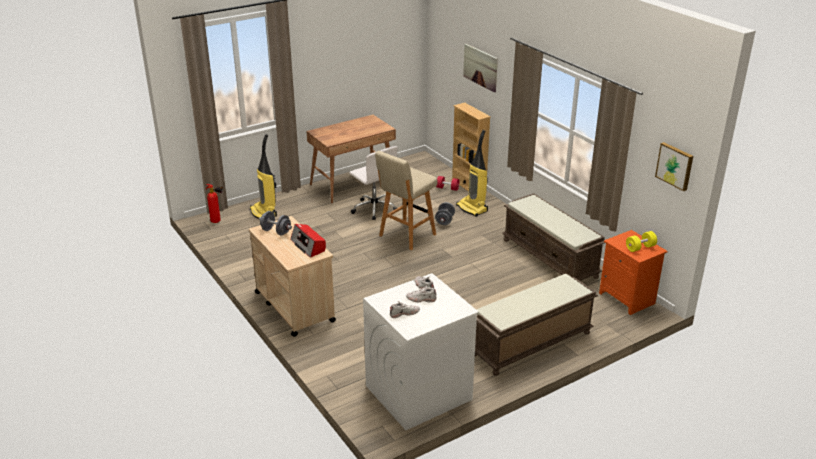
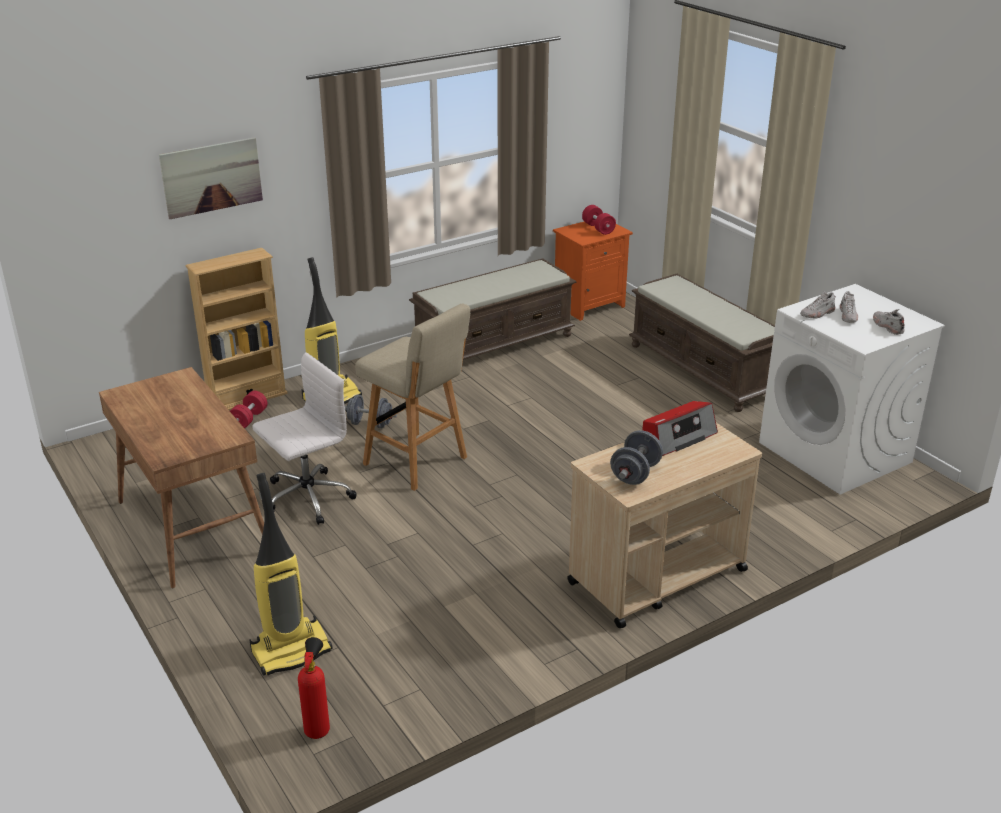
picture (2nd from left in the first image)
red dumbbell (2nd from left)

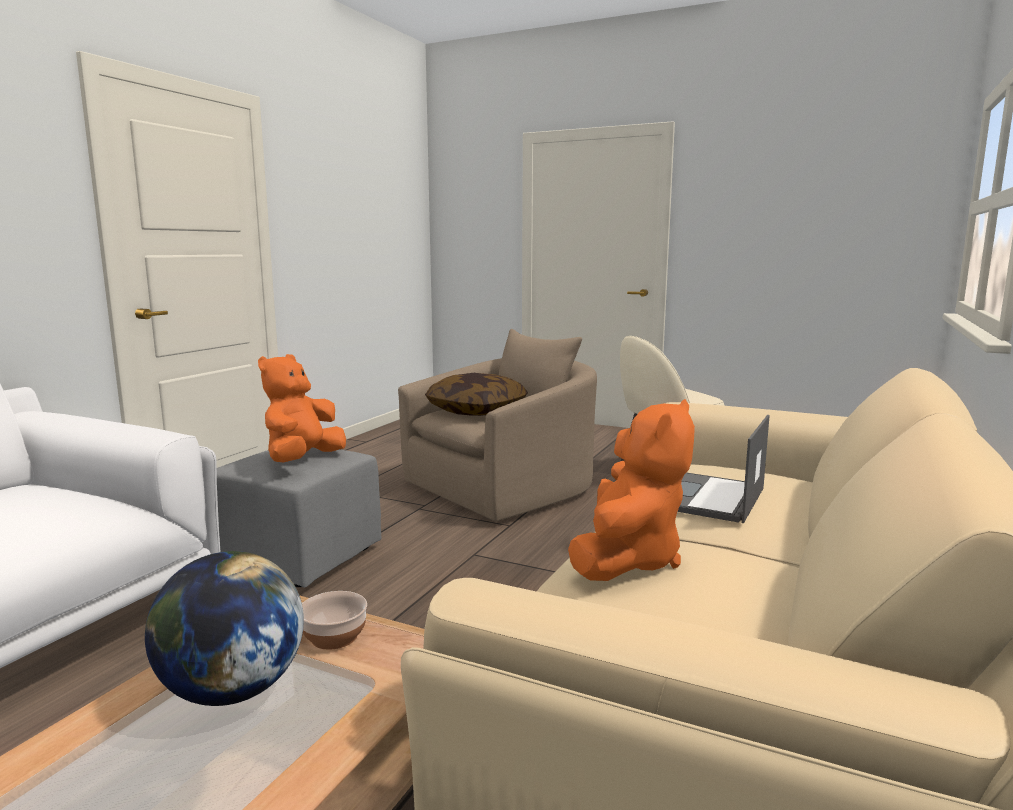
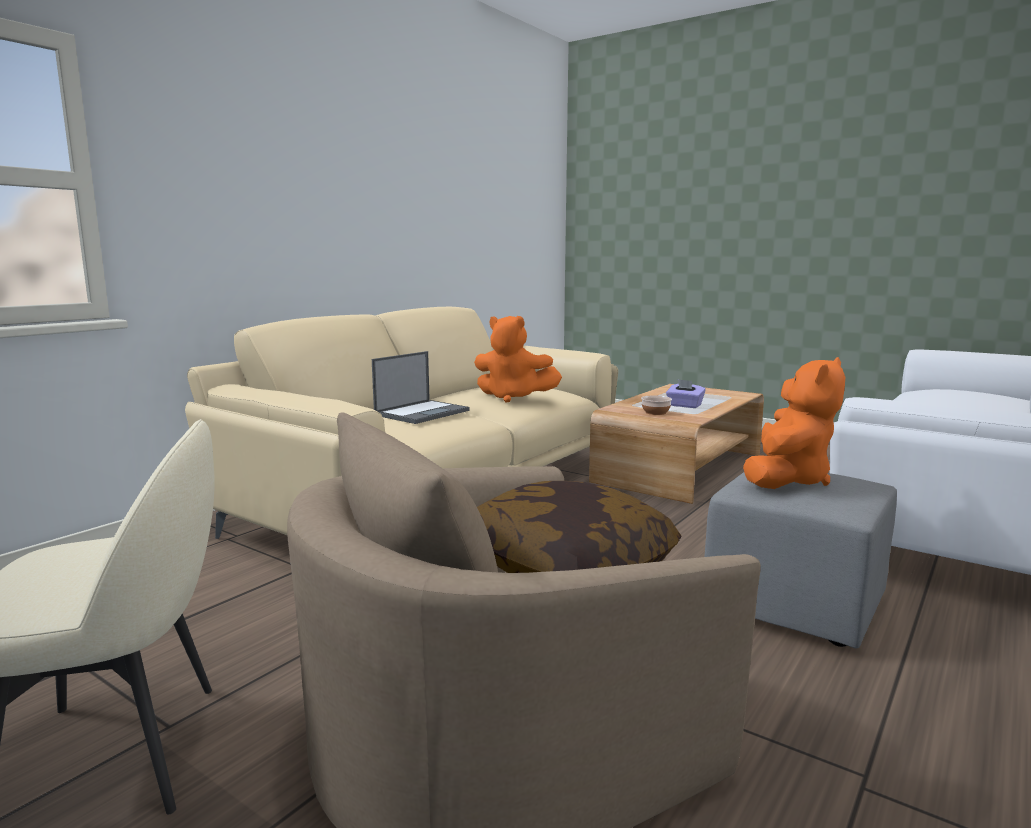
orange plush toy (1st from left)
purple tissue box

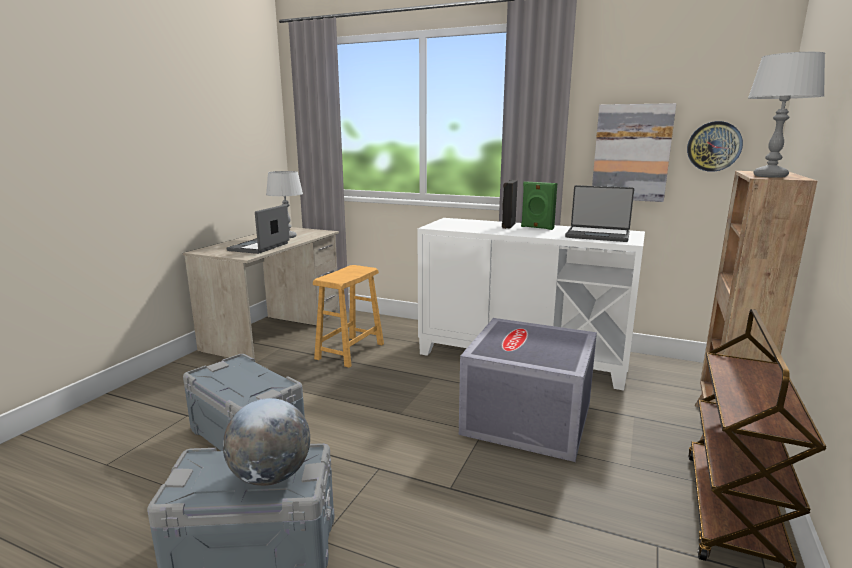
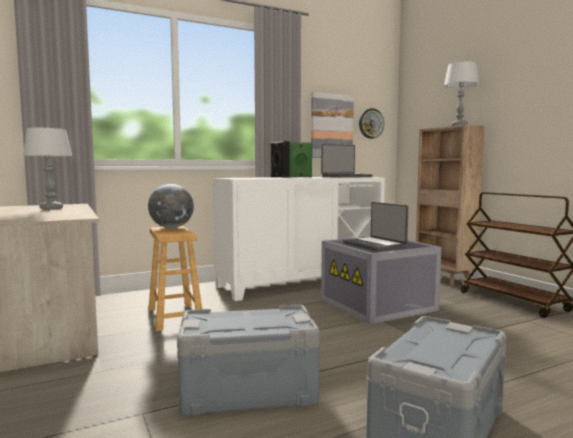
laptop (2nd from left)
globe

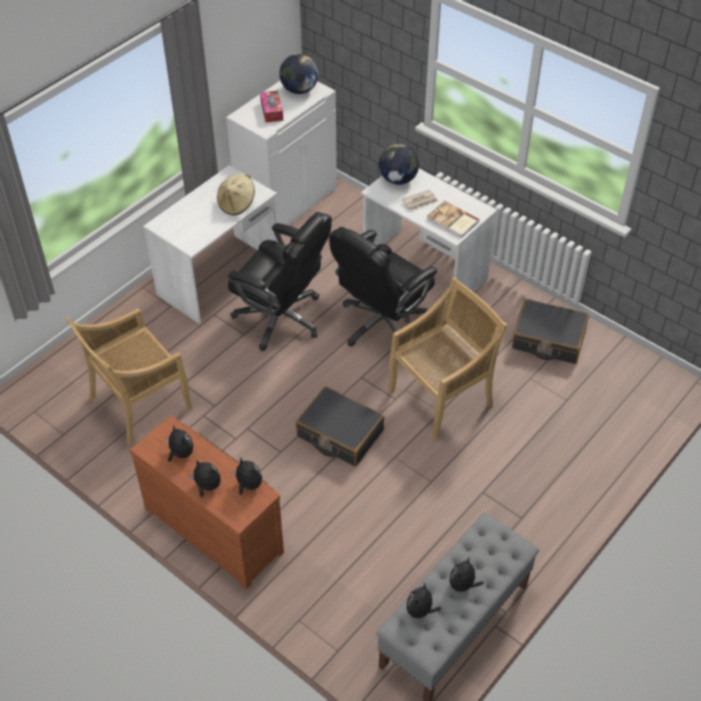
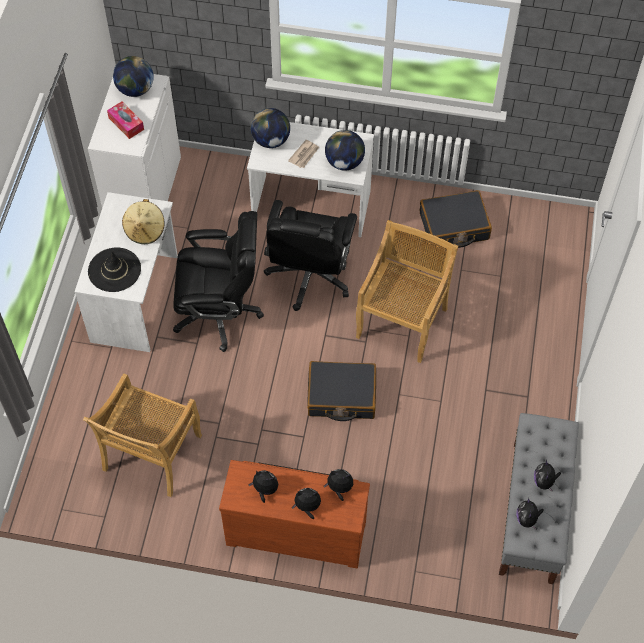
globe (3rd from left)
black hat

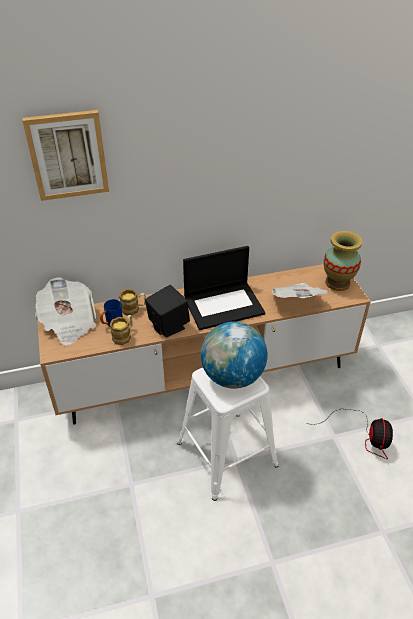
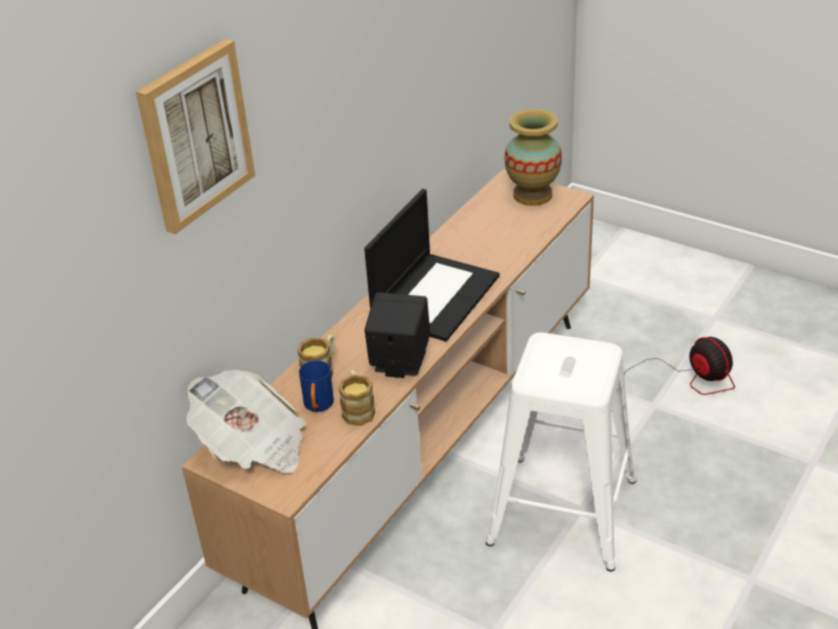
newspaper (2nd from left in the first image)
globe

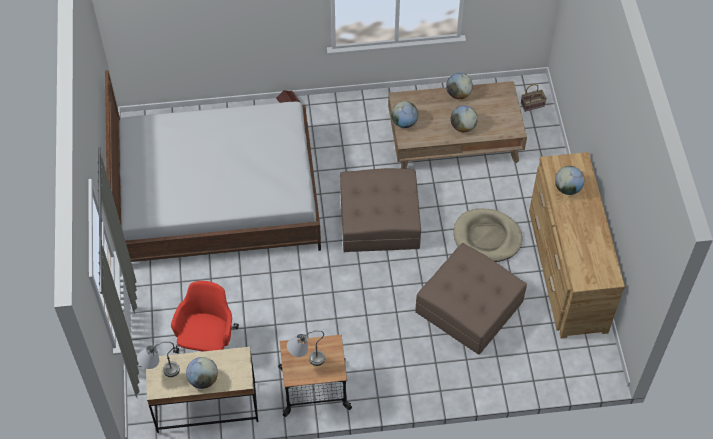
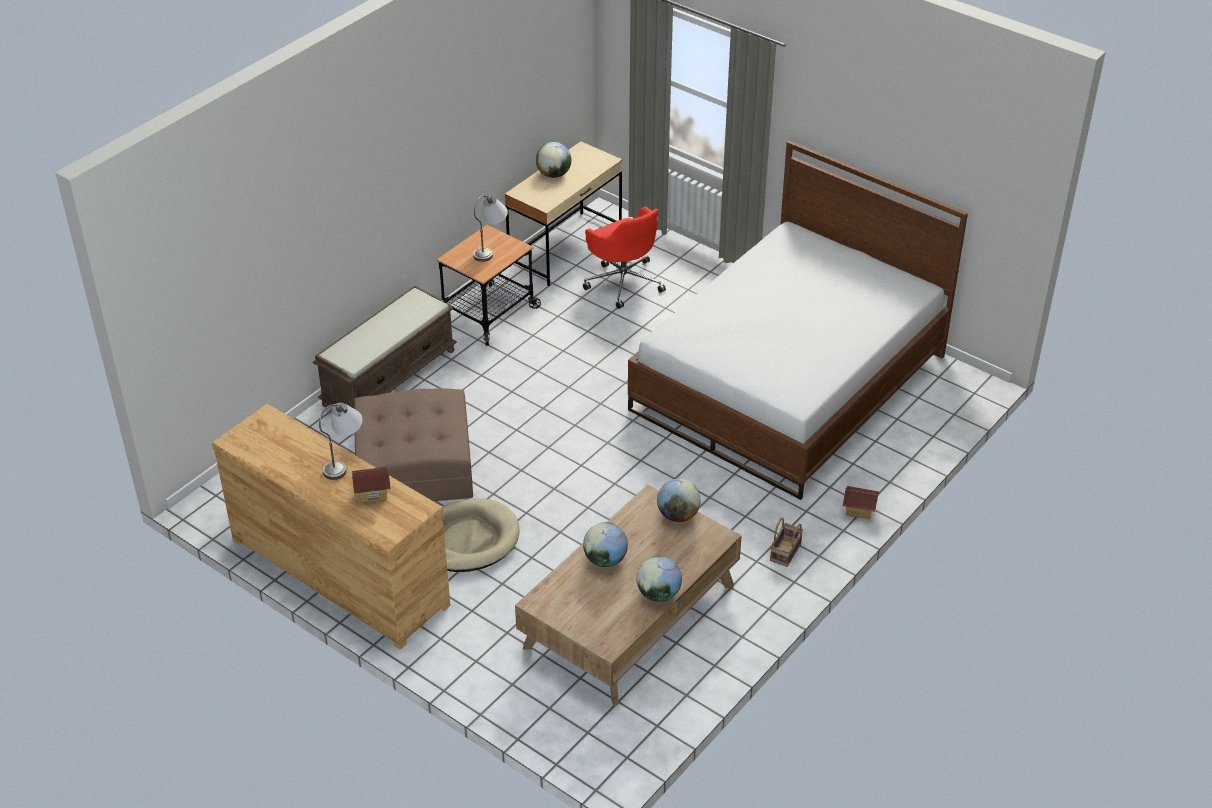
basket
toy house (1st from left)
brown ottoman (1st from left in the first image)
grey table lamp (1st from left)
brown bench

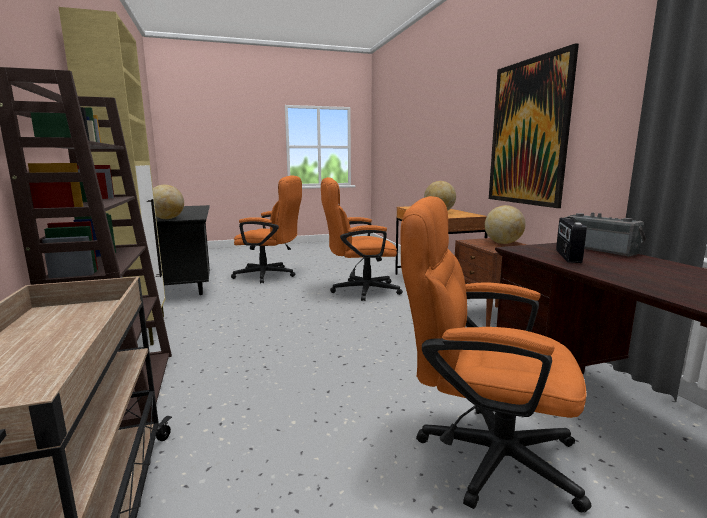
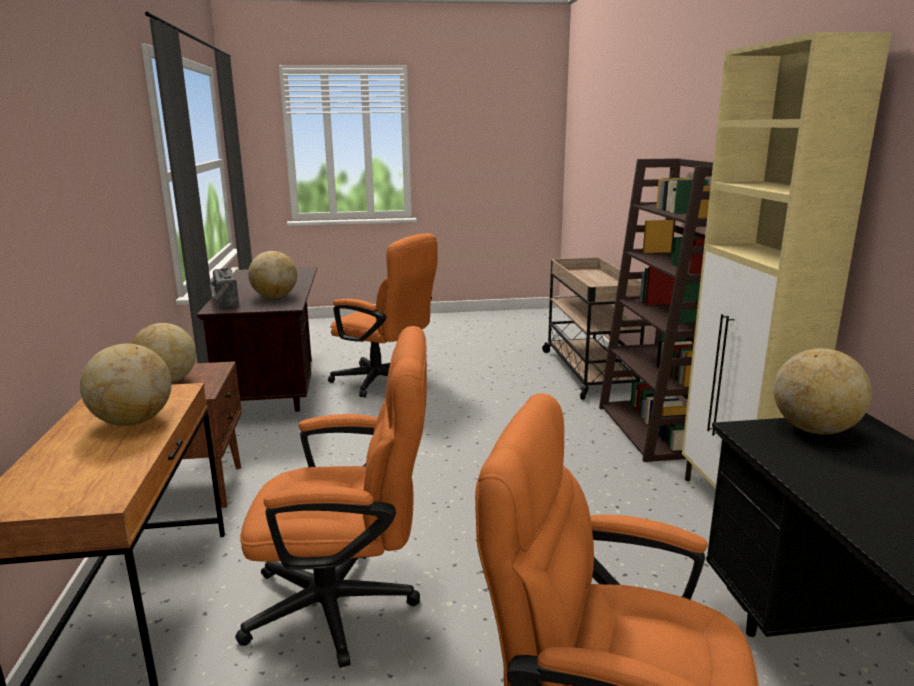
picture
globe (3rd from left)

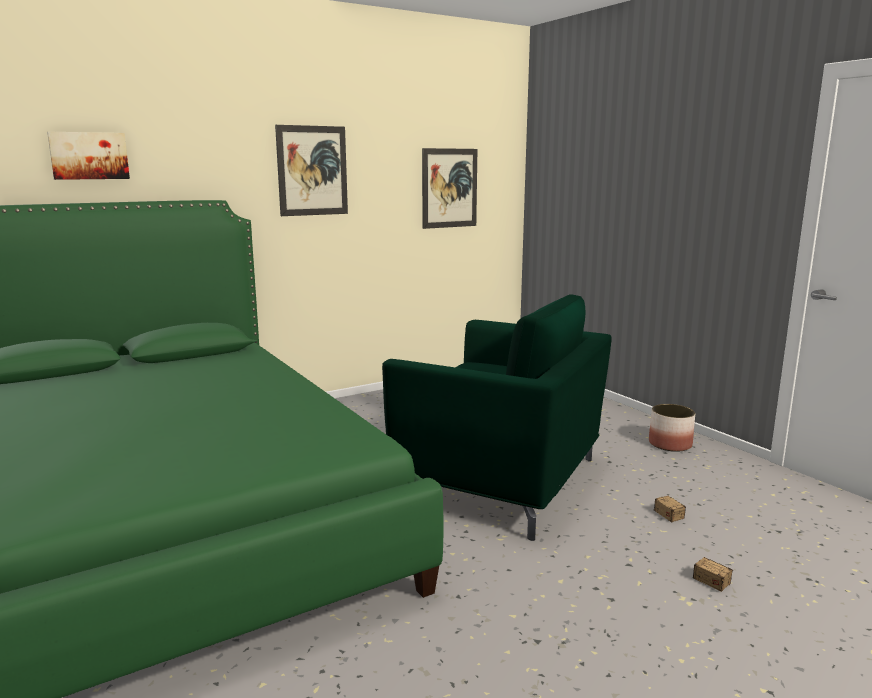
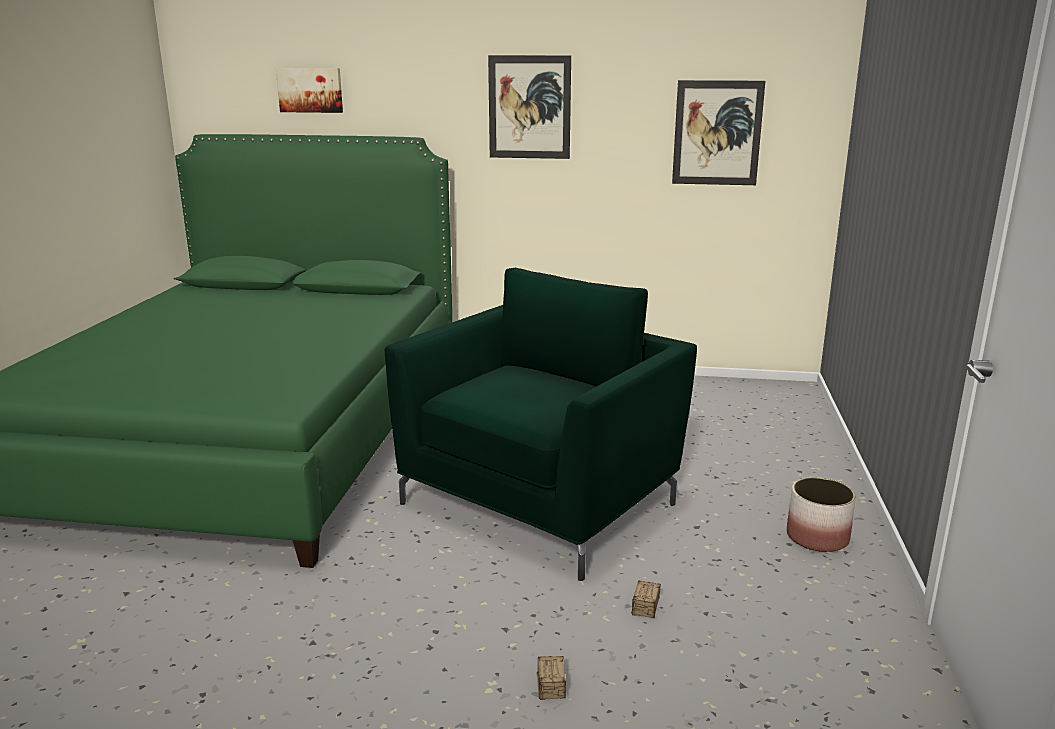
green armchair

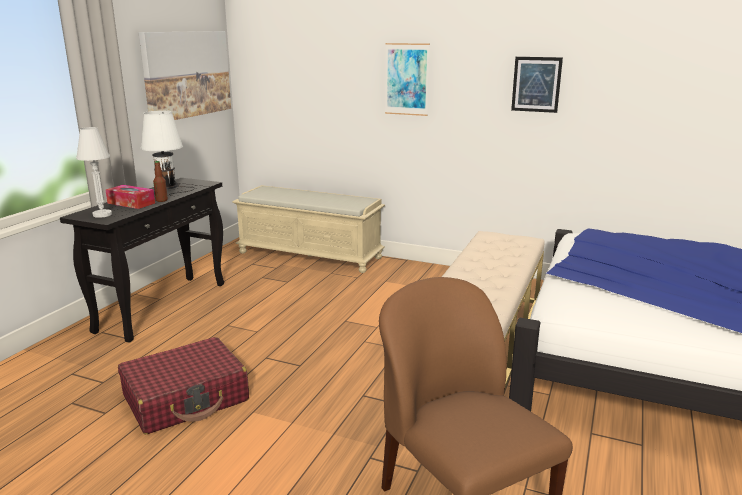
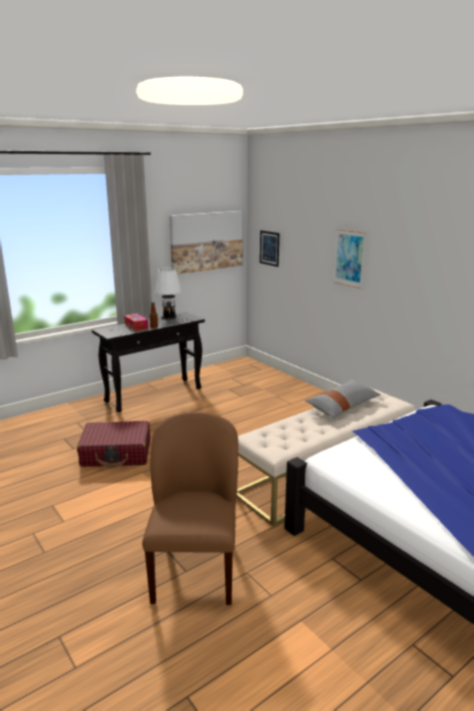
picture (2nd from left)
white table lamp (1st from left in the first image)
beige bench (1st from left in the first image)
grey pillow

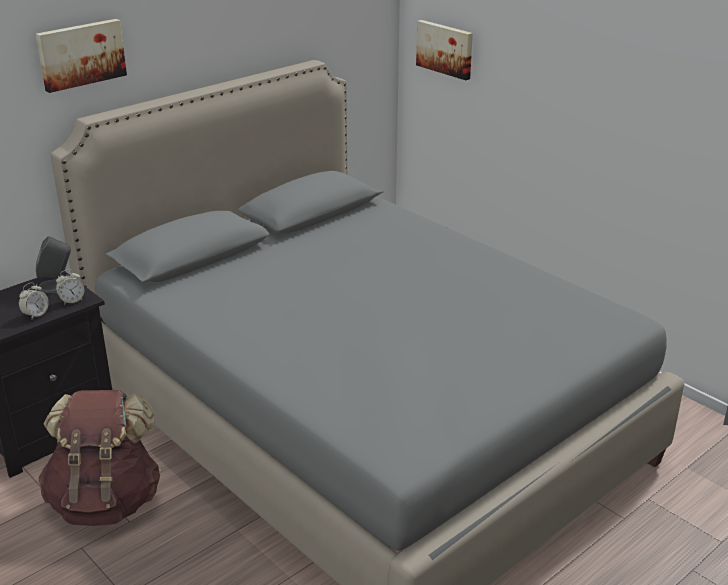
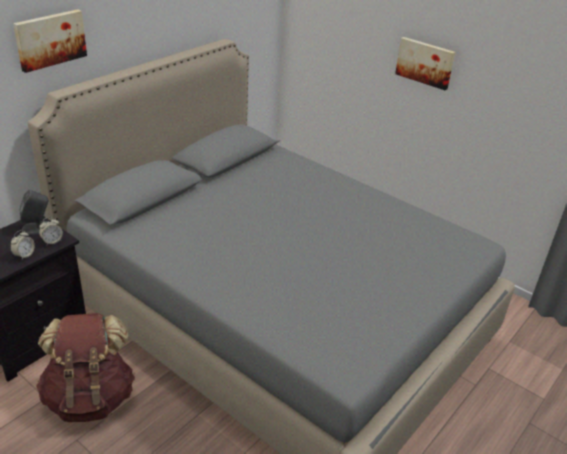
picture (2nd from left)

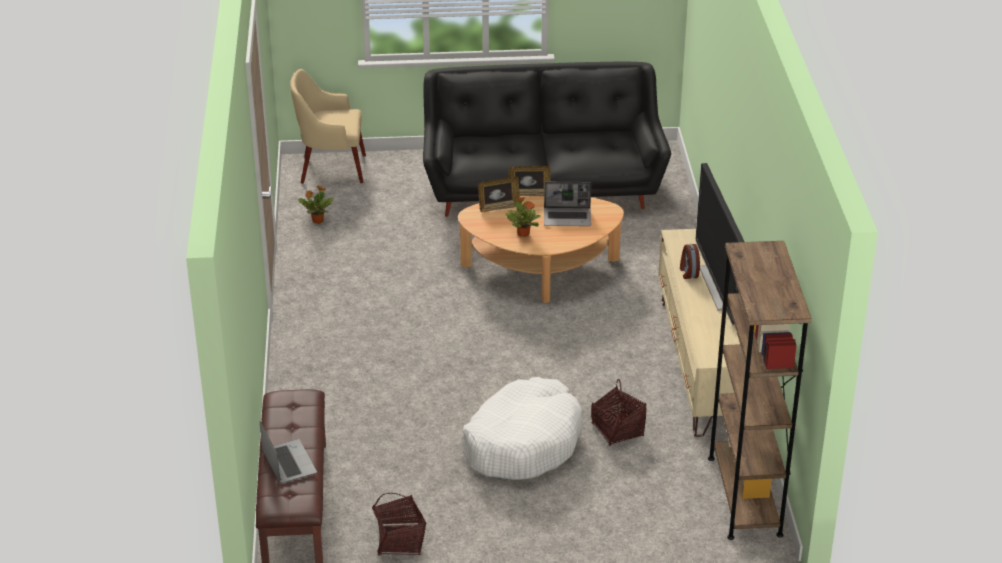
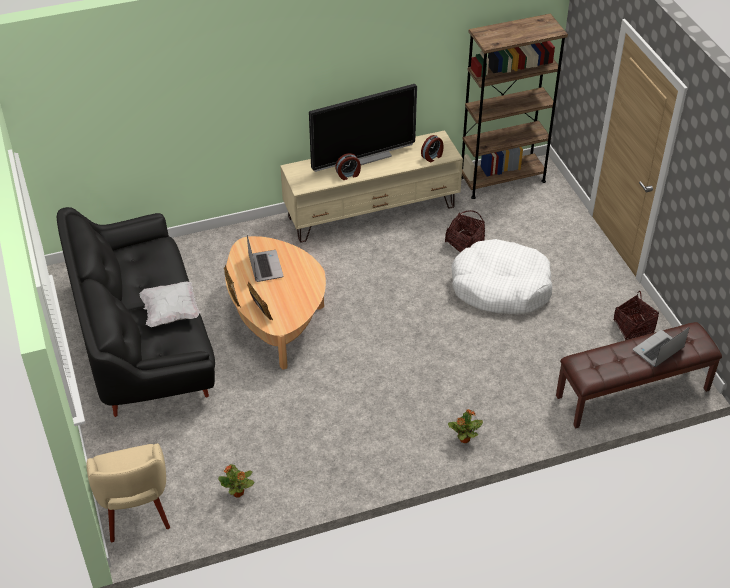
potted plant (2nd from left)
alarm clock (2nd from left)
white pillow

